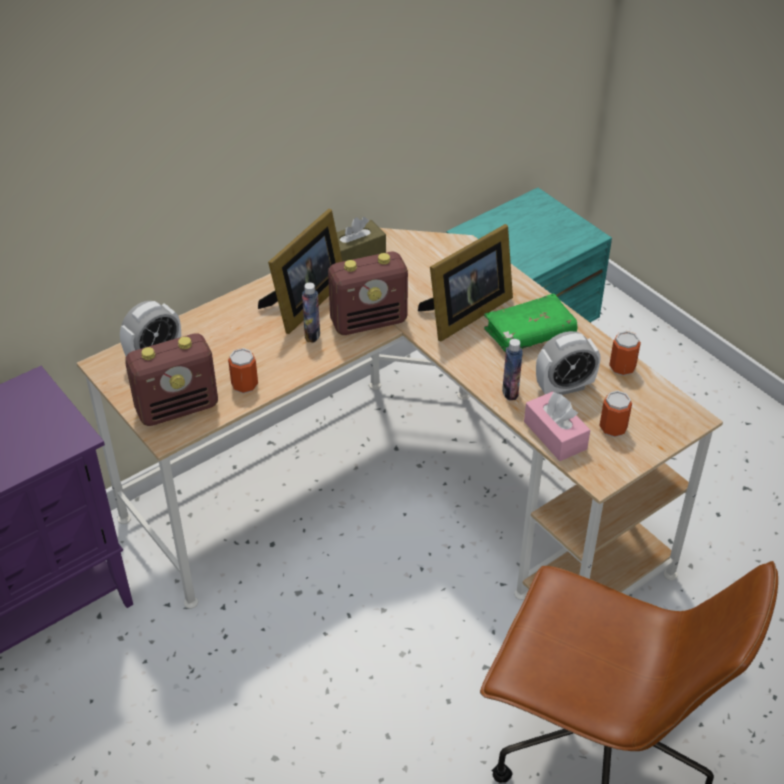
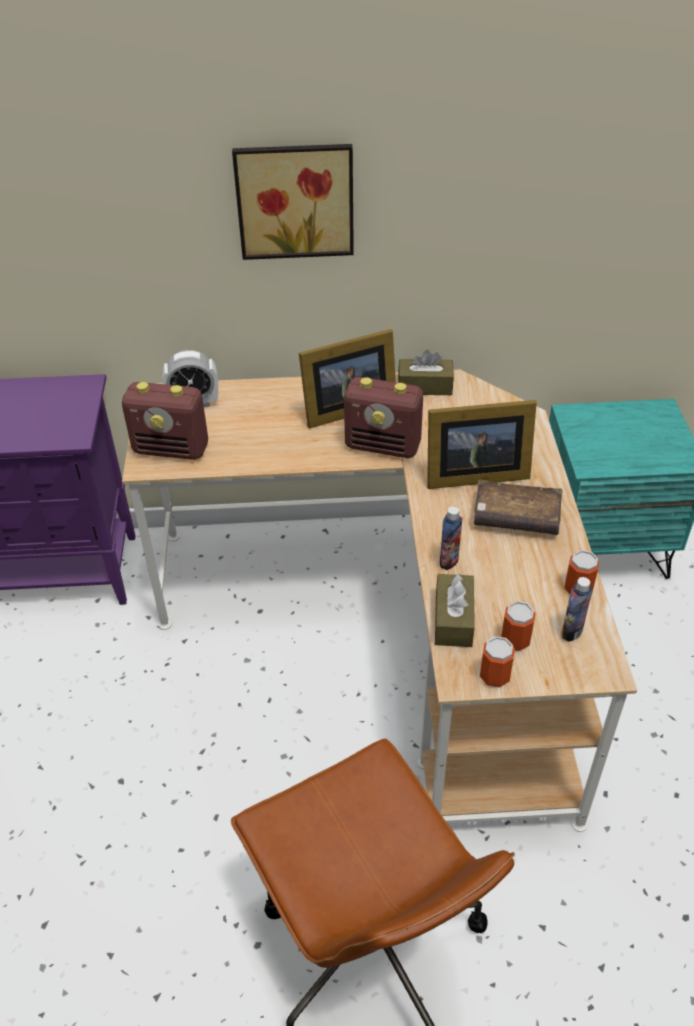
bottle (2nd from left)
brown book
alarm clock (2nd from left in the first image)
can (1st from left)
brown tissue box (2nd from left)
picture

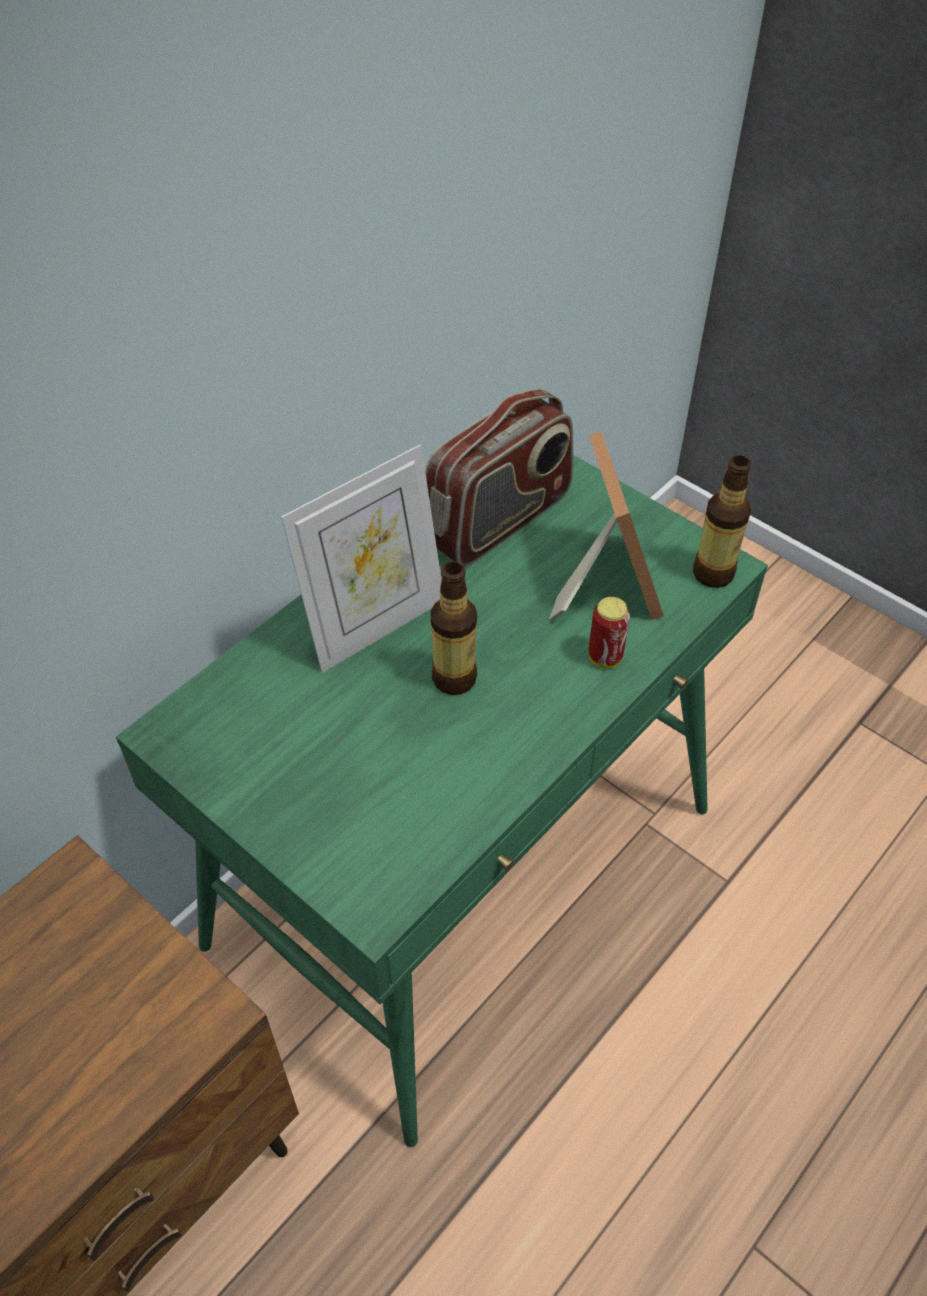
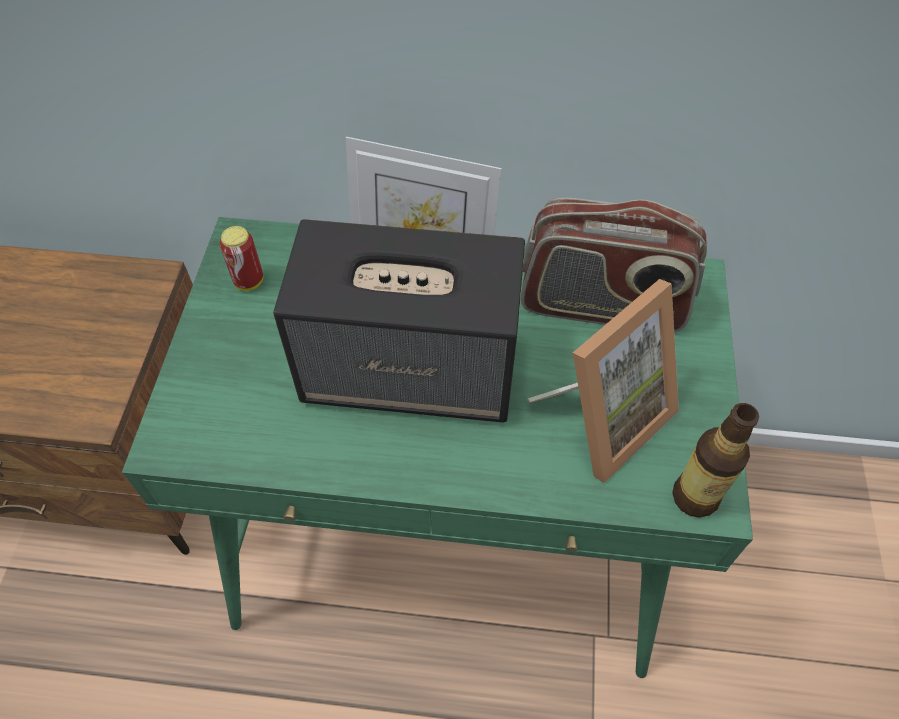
speaker
can

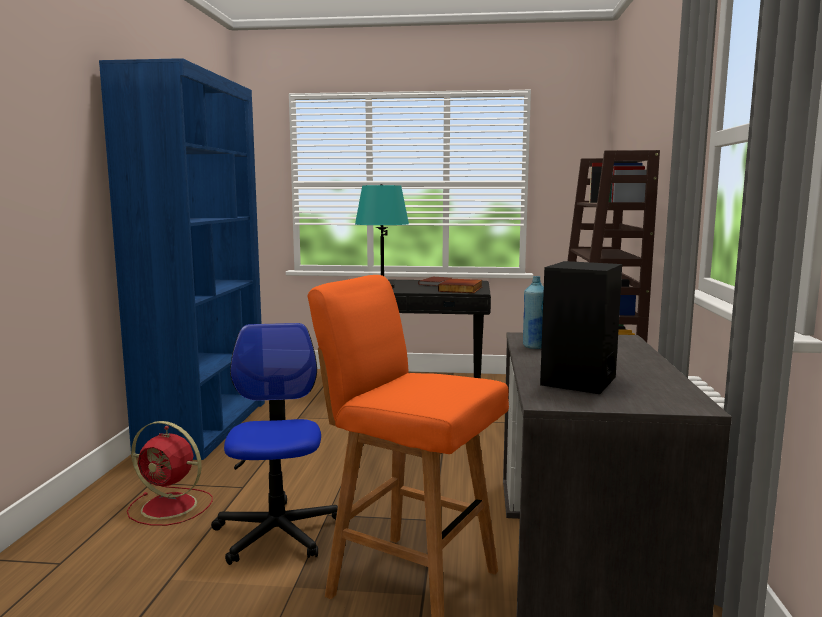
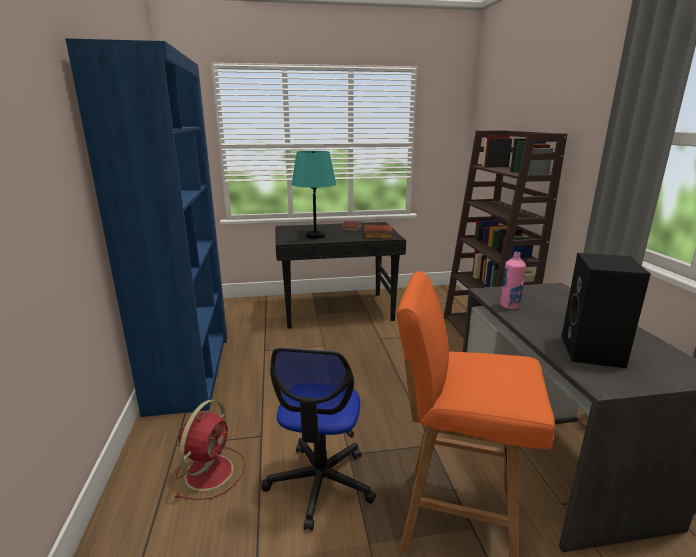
pink bottle
office chair
red fan

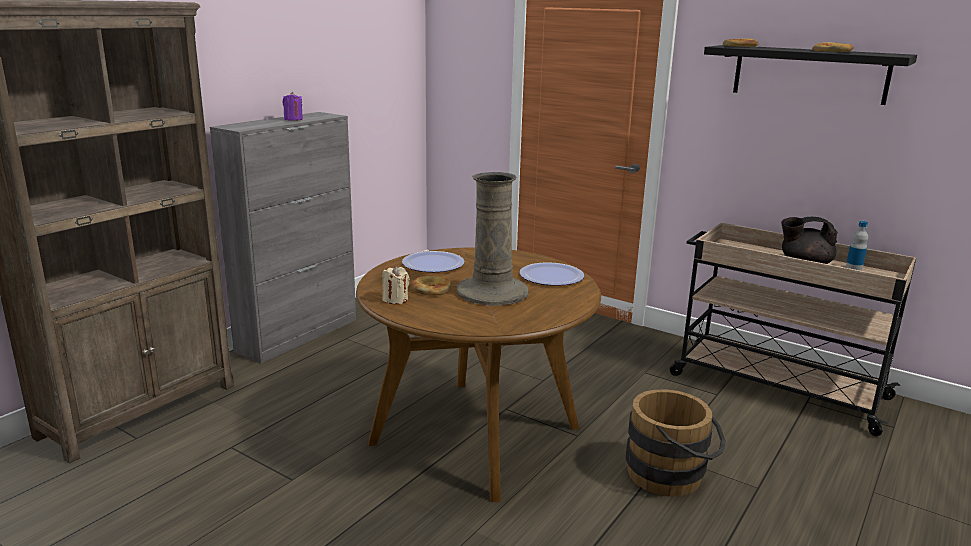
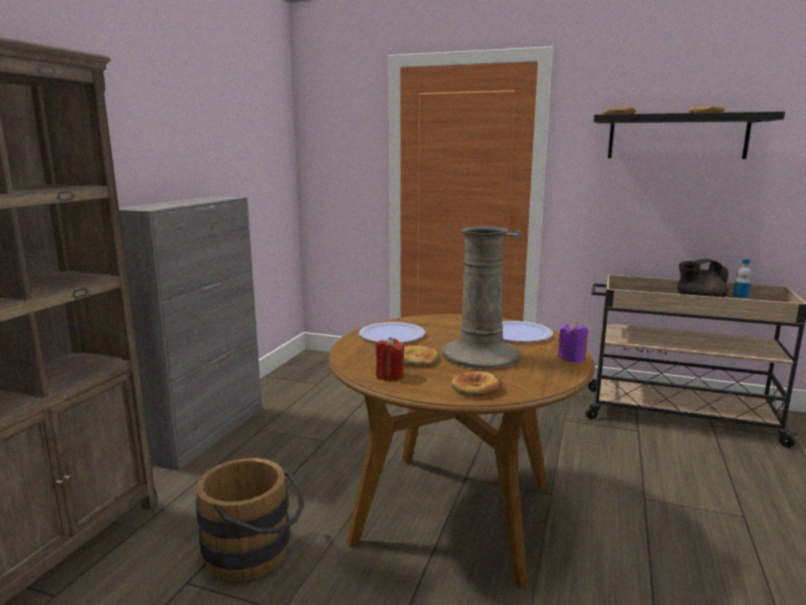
purple candle
red candle
brown bucket
bread (2nd from left)

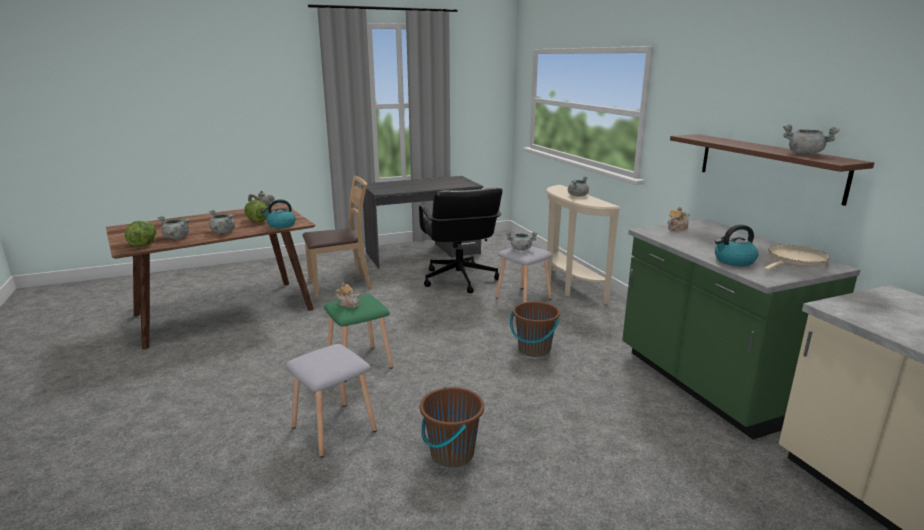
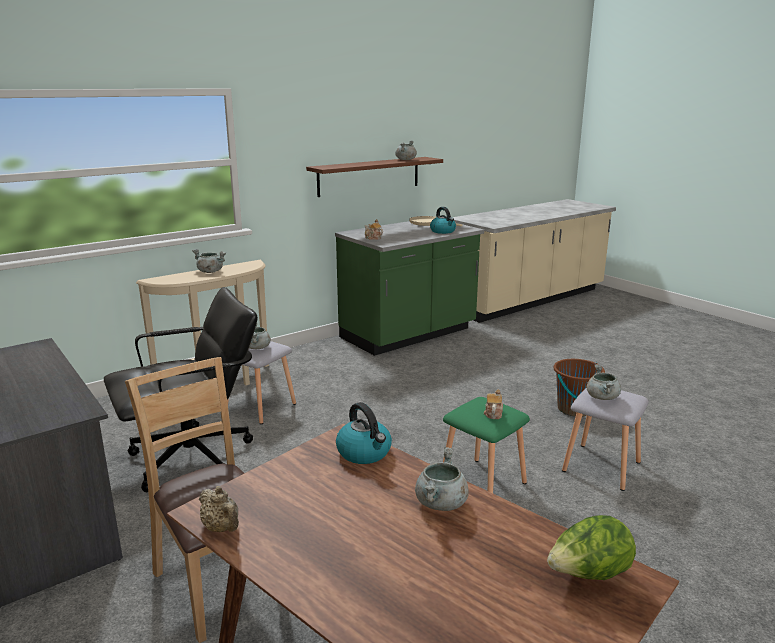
lettuce (2nd from left in the first image)
grey cooking pot (5th from left)
brown bucket (2nd from left in the first image)

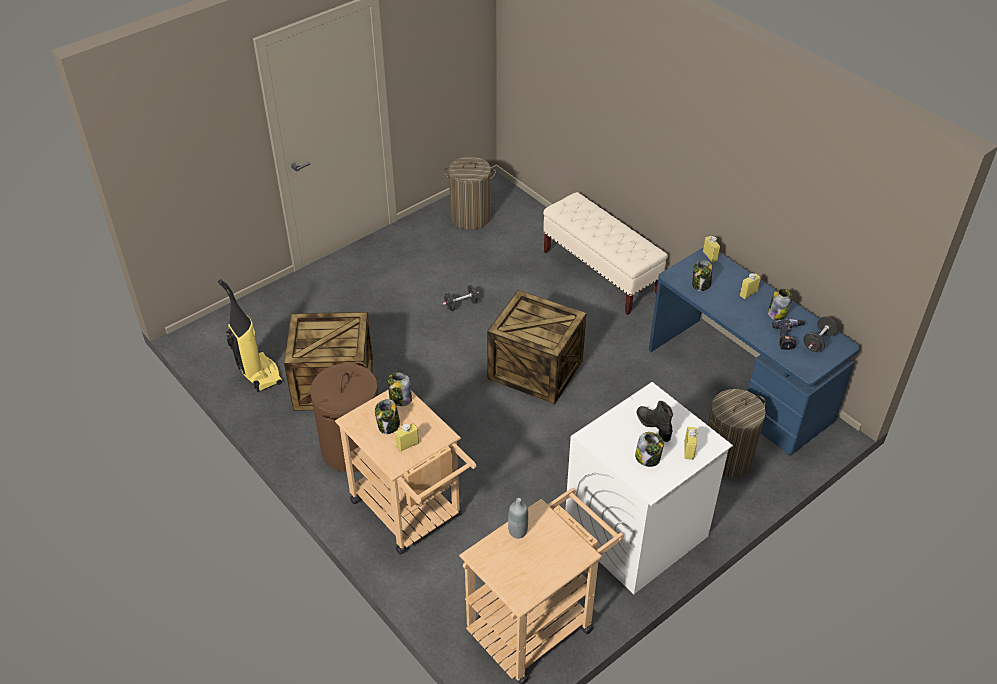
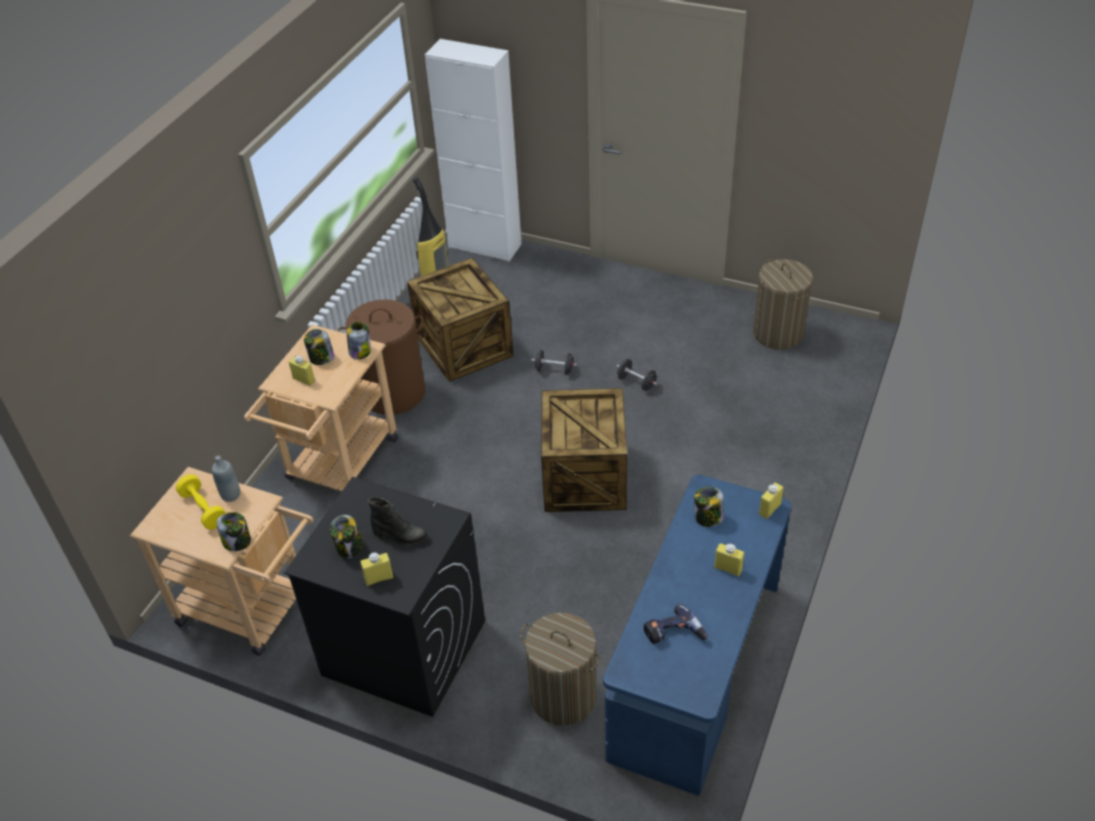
beige bench
jar (1st from left)
black dumbbell (1st from left)
black washing machine
black boot
white cabinet
yellow dumbbell

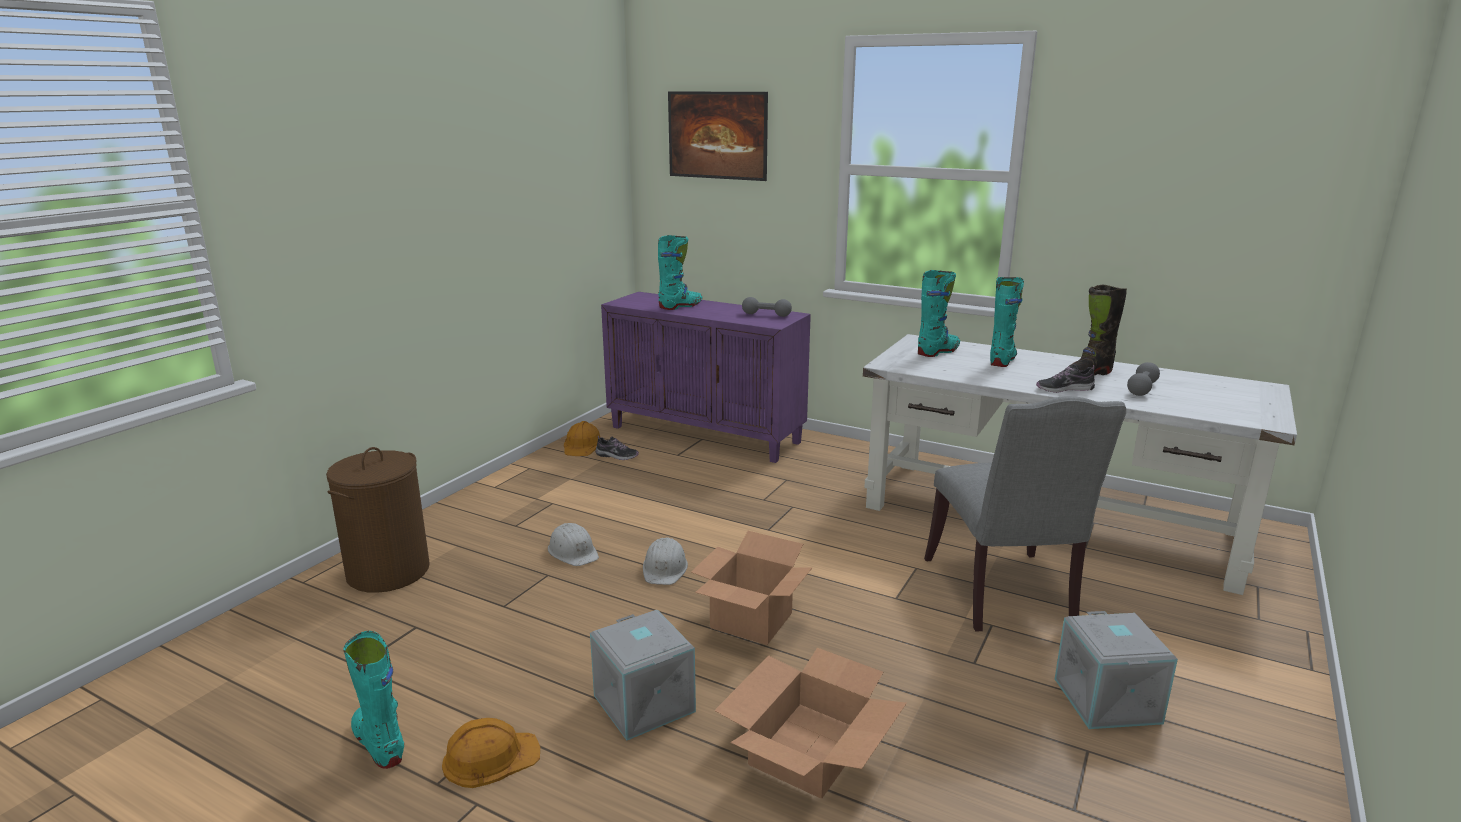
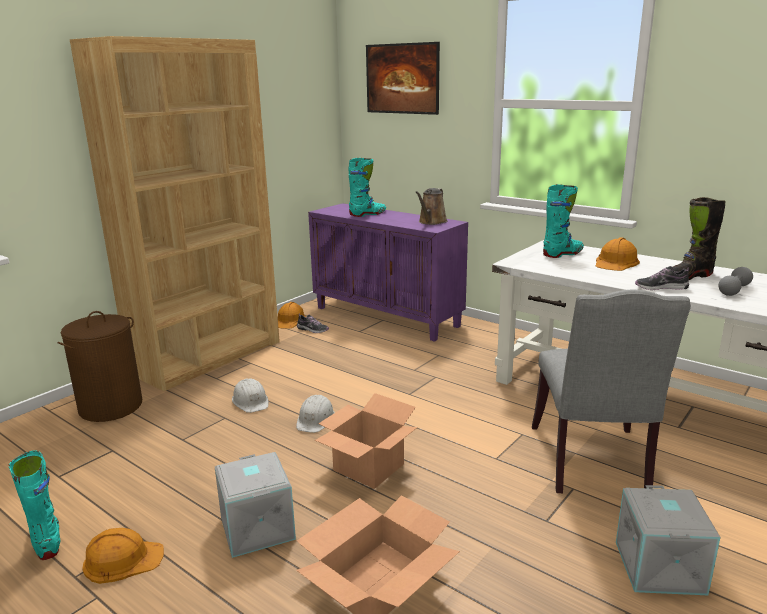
orange hard hat (3rd from left)
brown watering can
brown bookcase

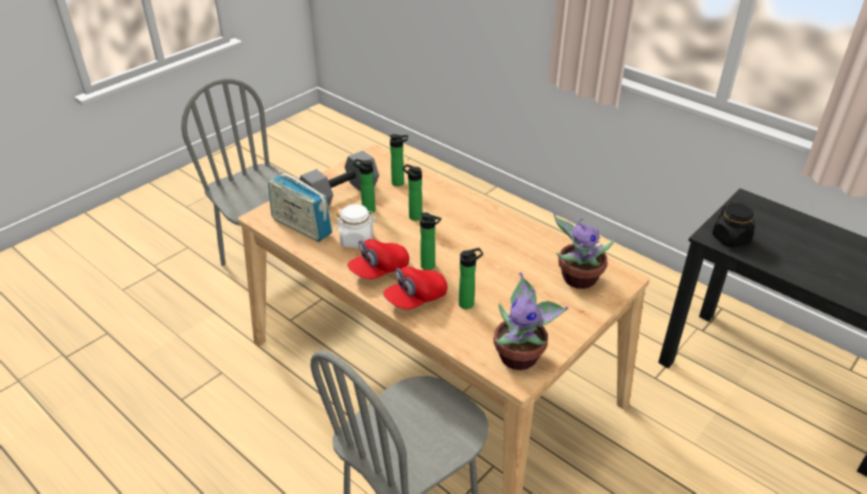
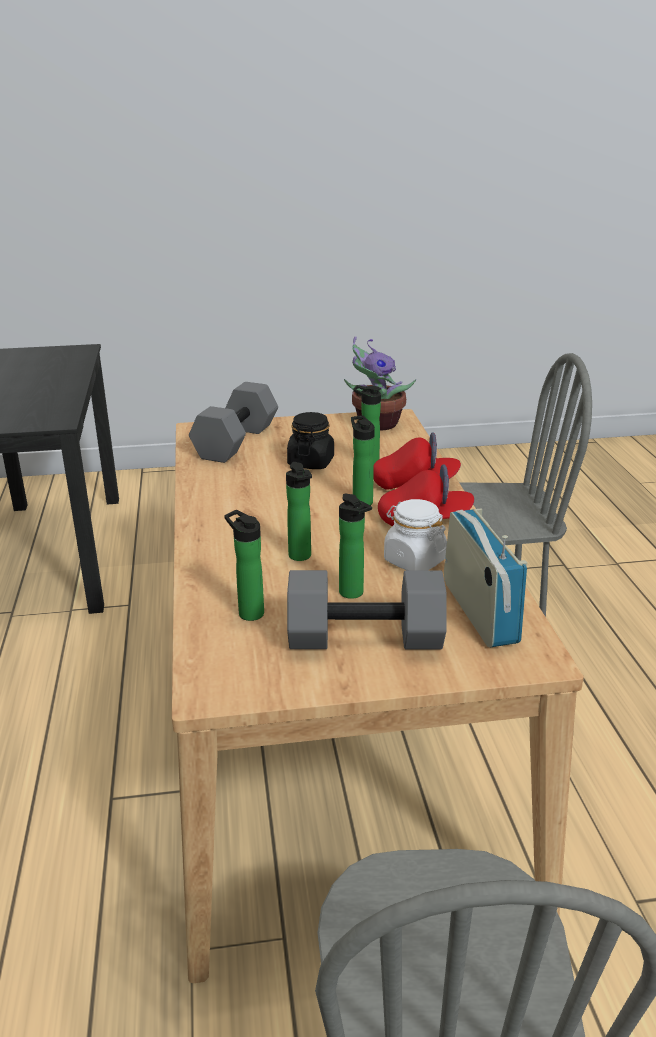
black jar
grey dumbbell (1st from left)

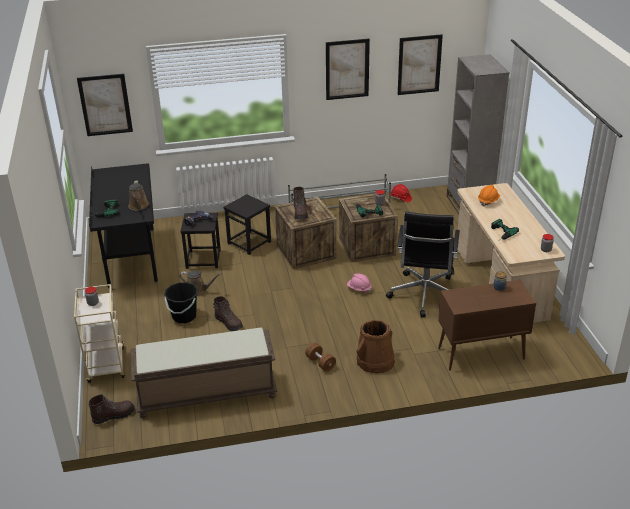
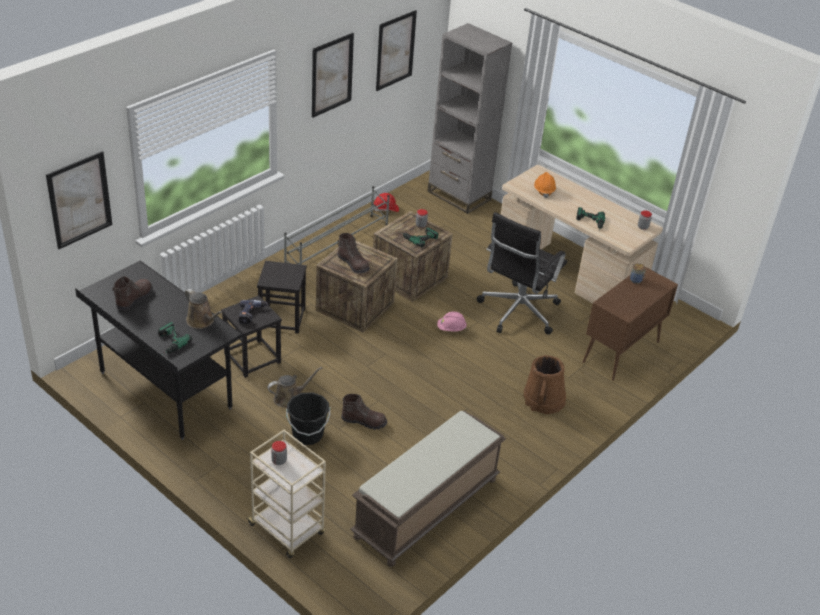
black office chair
brown dumbbell
brown boot (1st from left)

